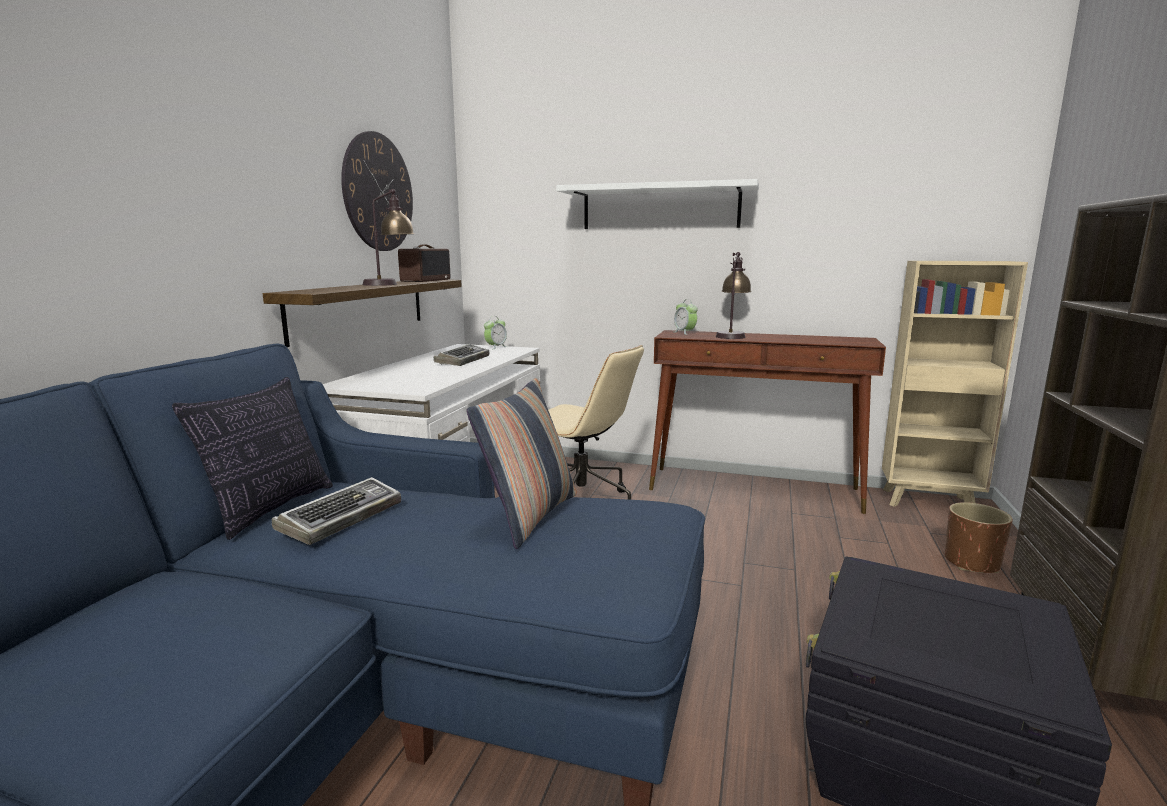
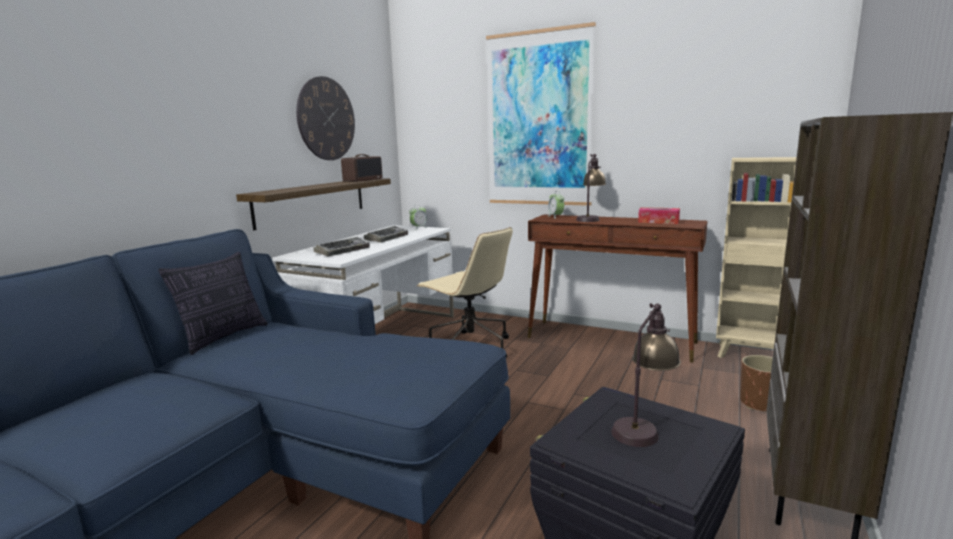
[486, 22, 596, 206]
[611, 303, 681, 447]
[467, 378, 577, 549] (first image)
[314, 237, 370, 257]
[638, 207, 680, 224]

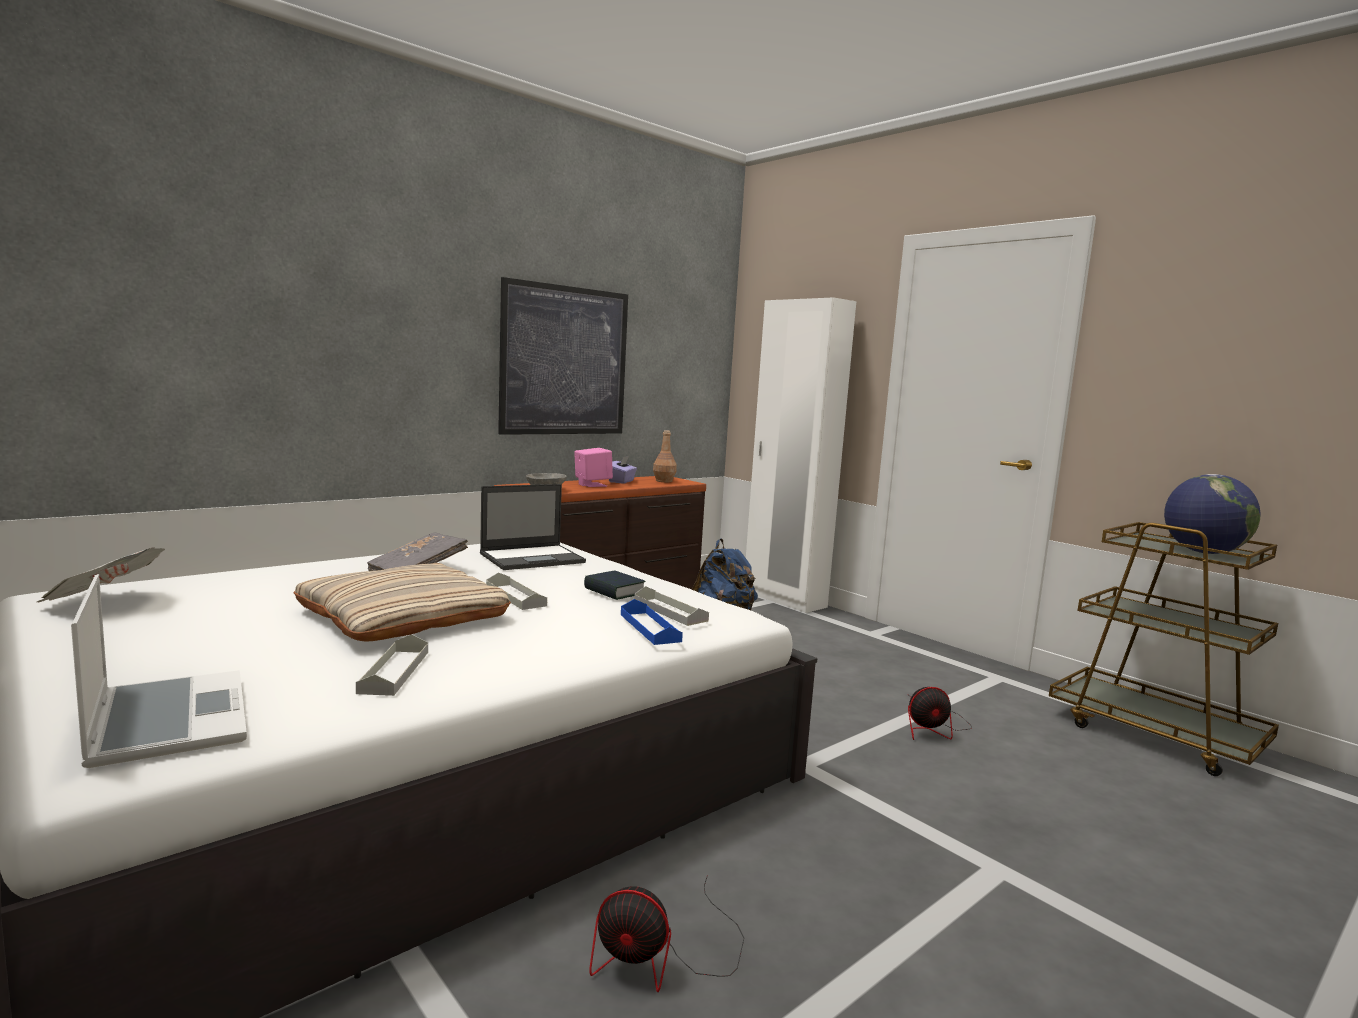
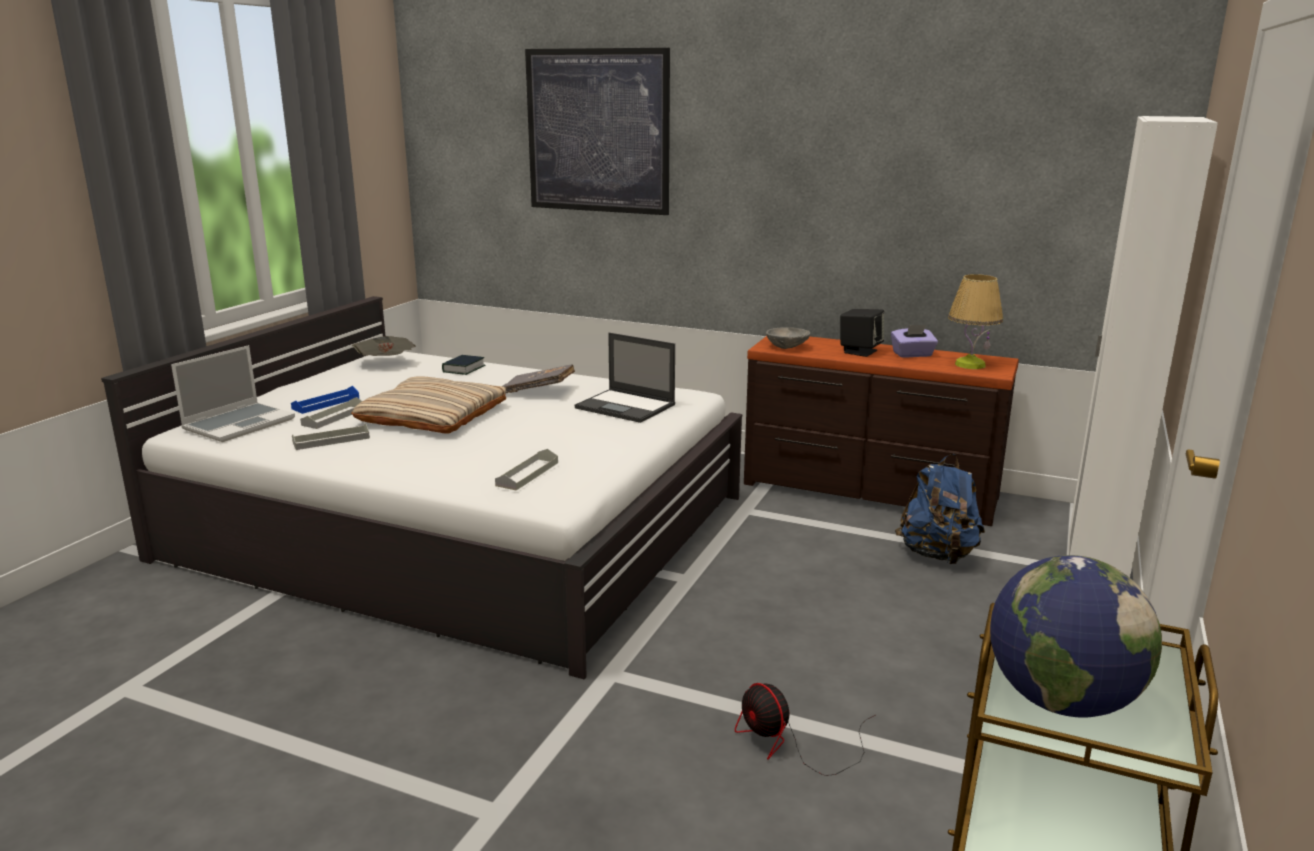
[525, 48, 670, 215]
[948, 274, 1003, 369]
[840, 309, 884, 357]
[442, 355, 485, 375]
[300, 397, 362, 429]
[291, 386, 359, 414]
[589, 875, 744, 992] (first image)

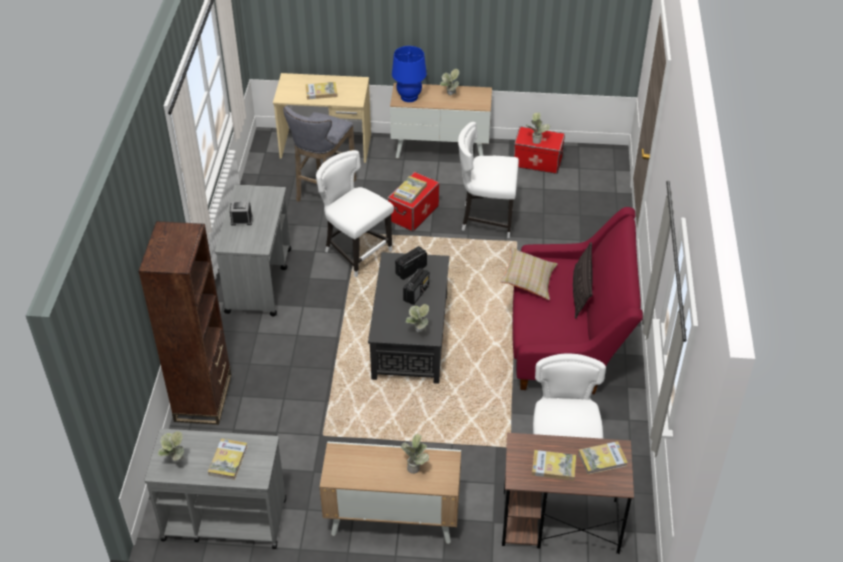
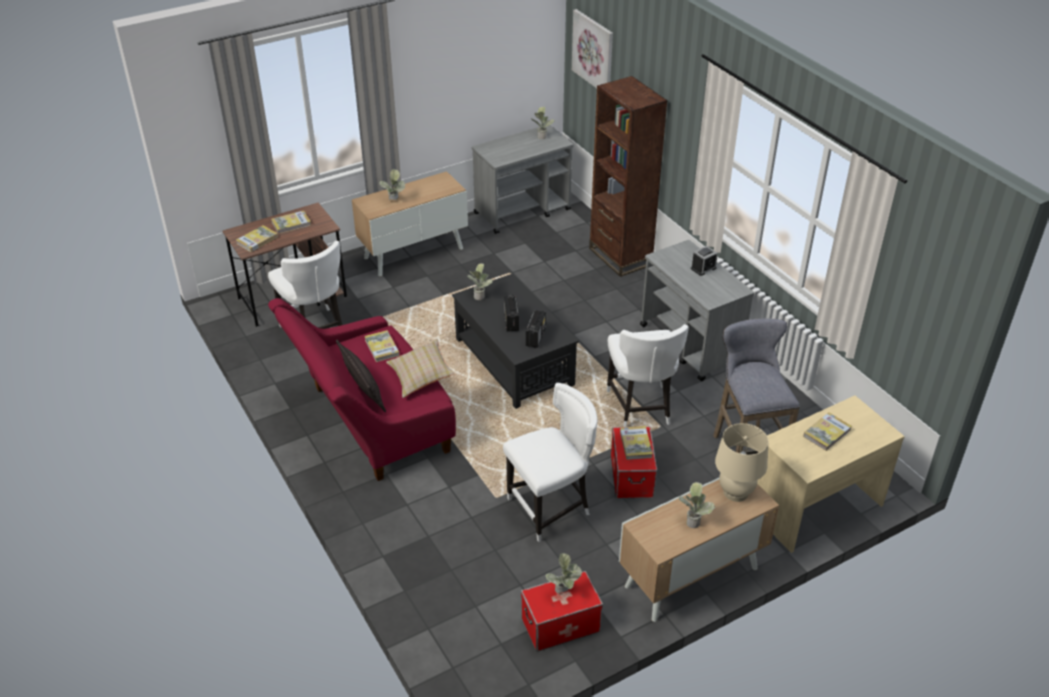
[715, 423, 768, 502]
[607, 324, 689, 427]
[364, 330, 400, 362]
[572, 9, 613, 88]

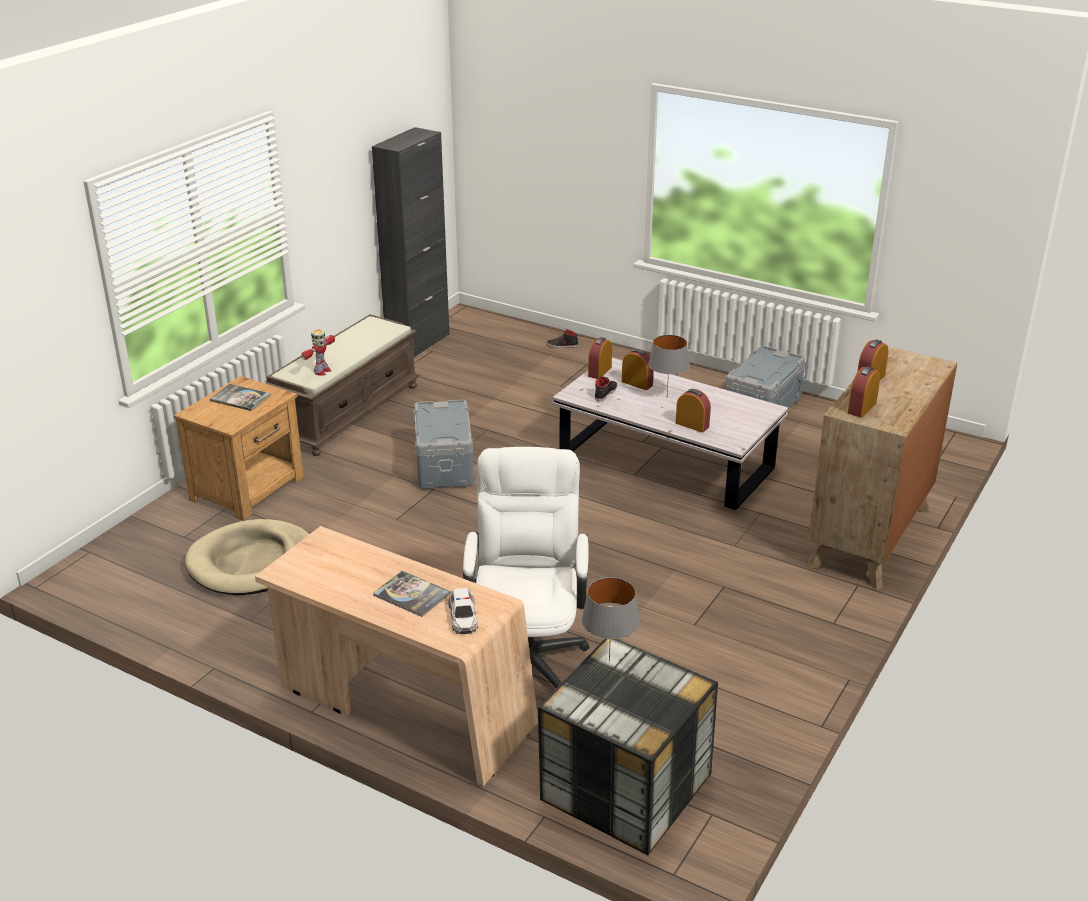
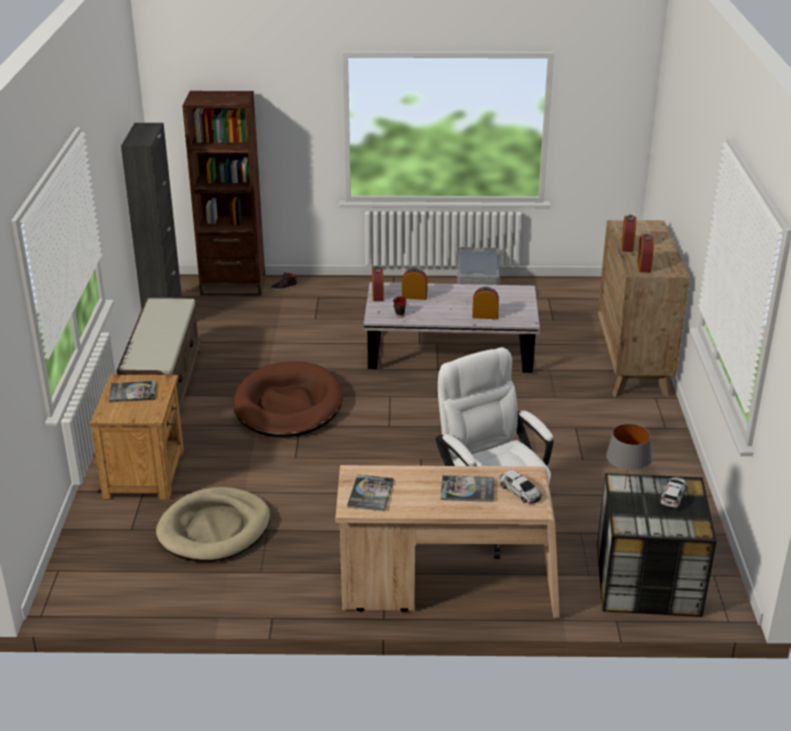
[301, 330, 335, 376] (first image)
[648, 335, 690, 395] (first image)
[233, 361, 343, 438]
[182, 91, 266, 296]
[347, 475, 394, 511]
[660, 477, 688, 509]

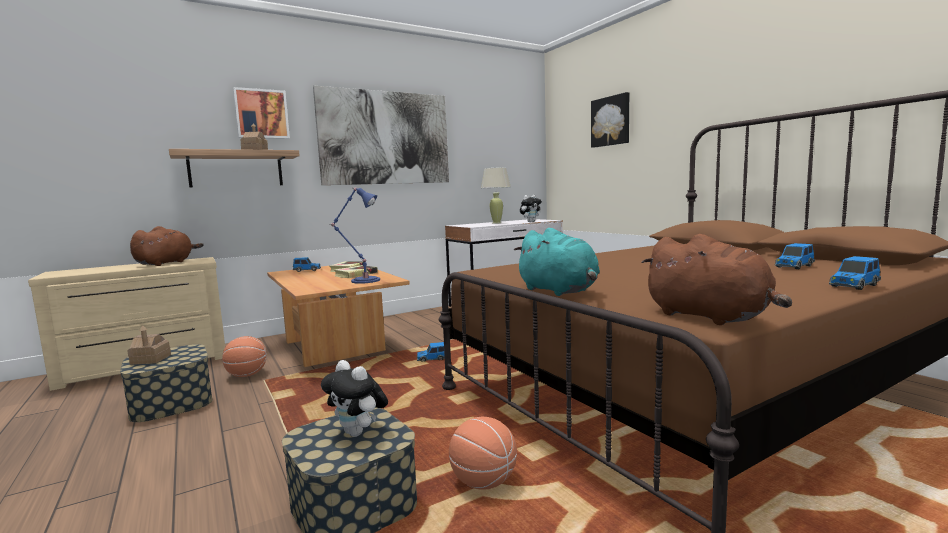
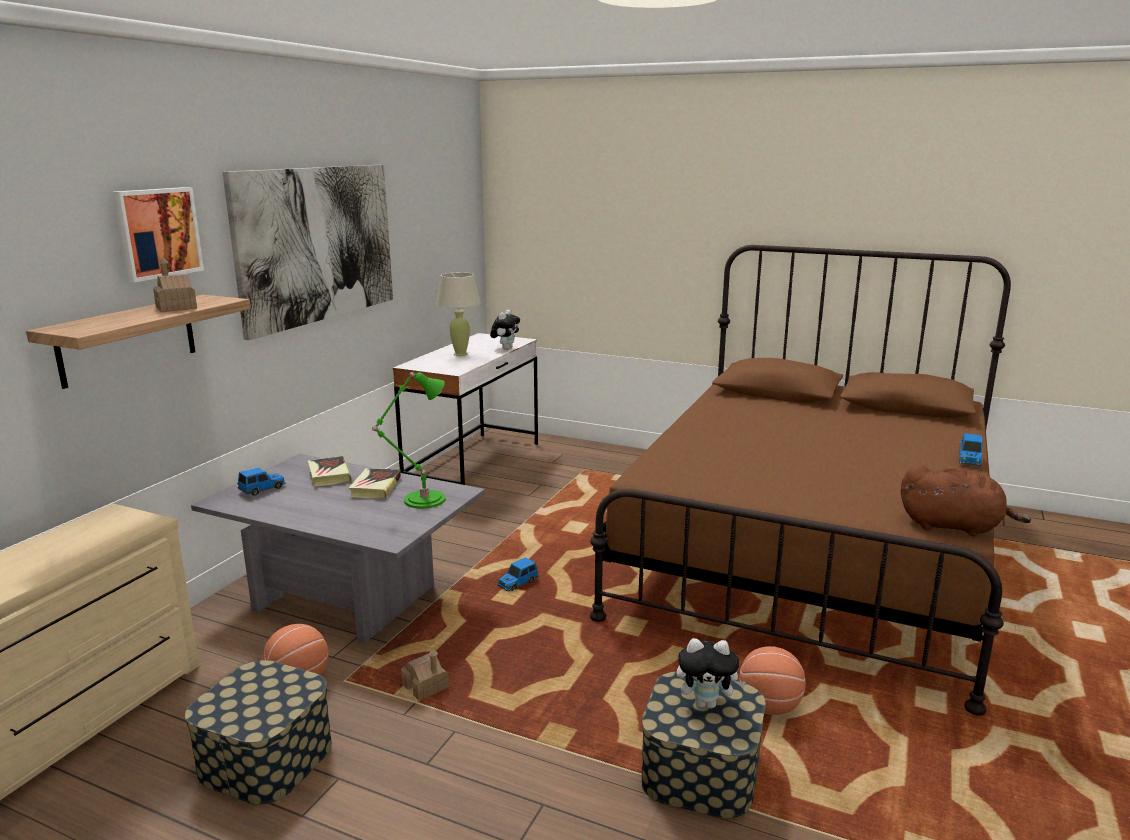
[591, 92, 630, 148] (first image)
[372, 372, 446, 509]
[130, 226, 204, 266] (first image)
[514, 228, 600, 296] (first image)
[775, 243, 815, 269] (first image)
[191, 454, 485, 643]
[401, 649, 448, 701]

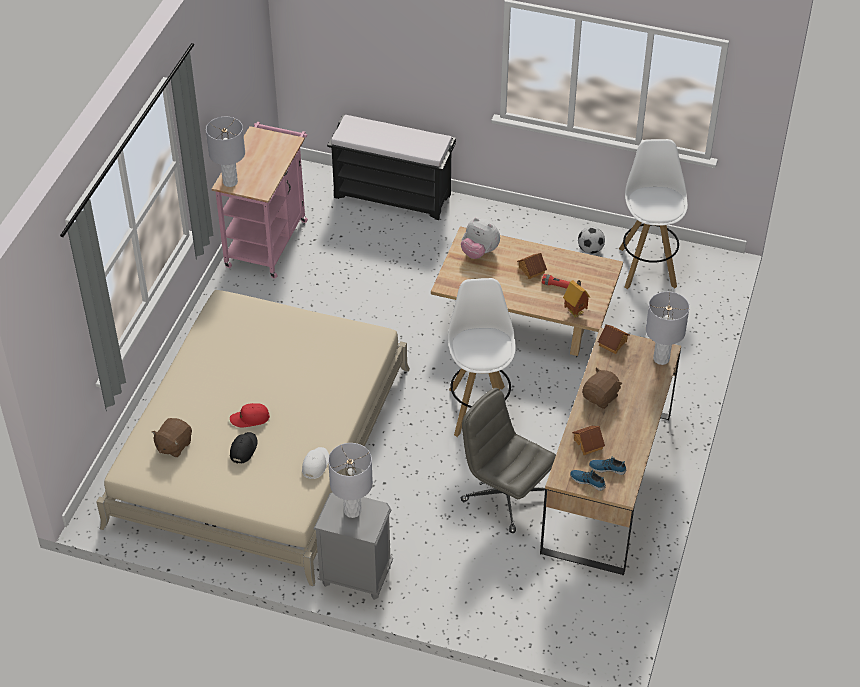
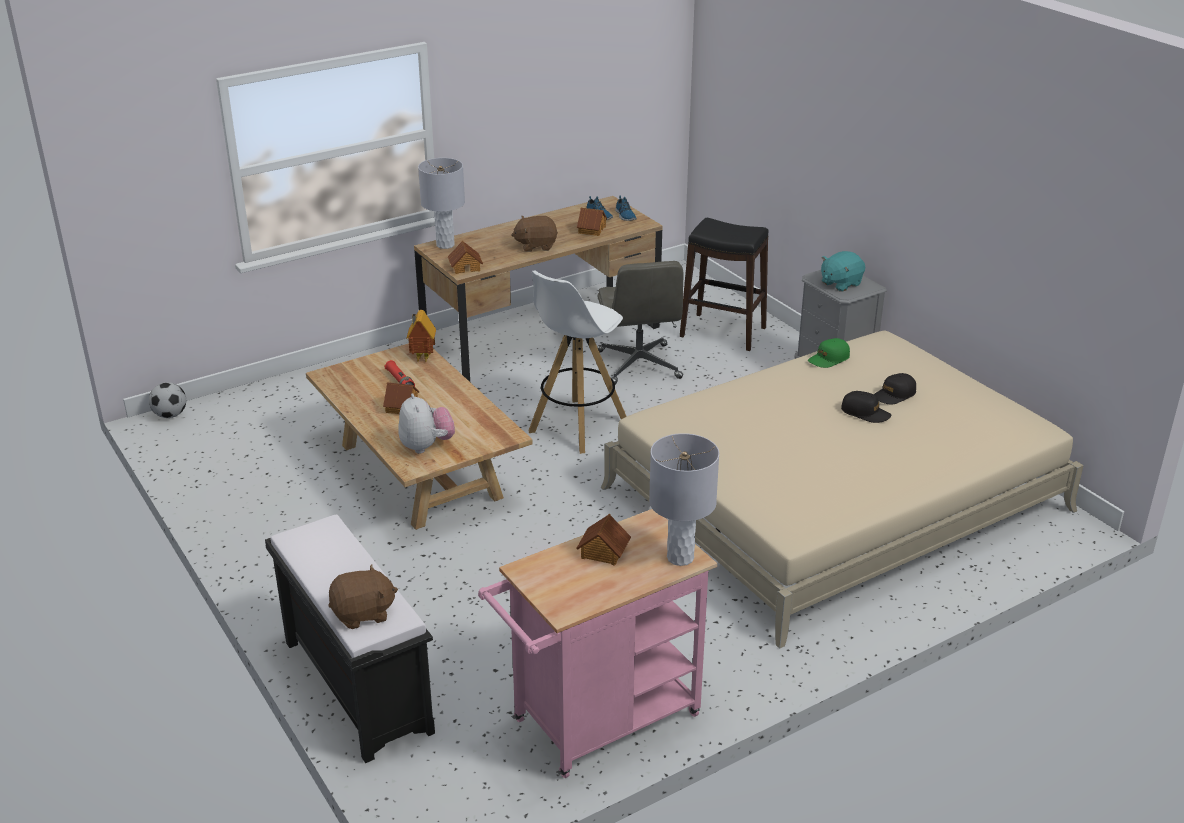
[619, 139, 688, 289] (first image)
[149, 382, 186, 418]
[841, 391, 892, 423]
[329, 564, 398, 629]
[821, 251, 865, 292]
[808, 338, 850, 368]
[680, 218, 769, 351]
[577, 514, 631, 566]

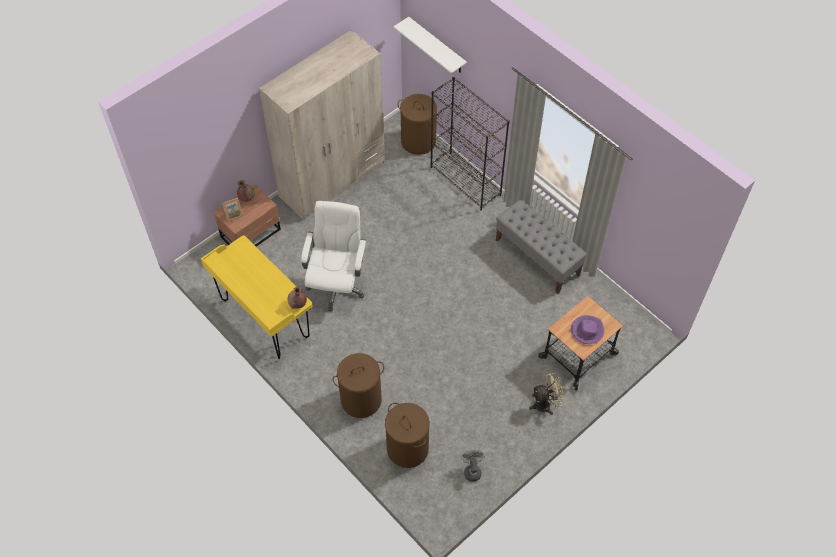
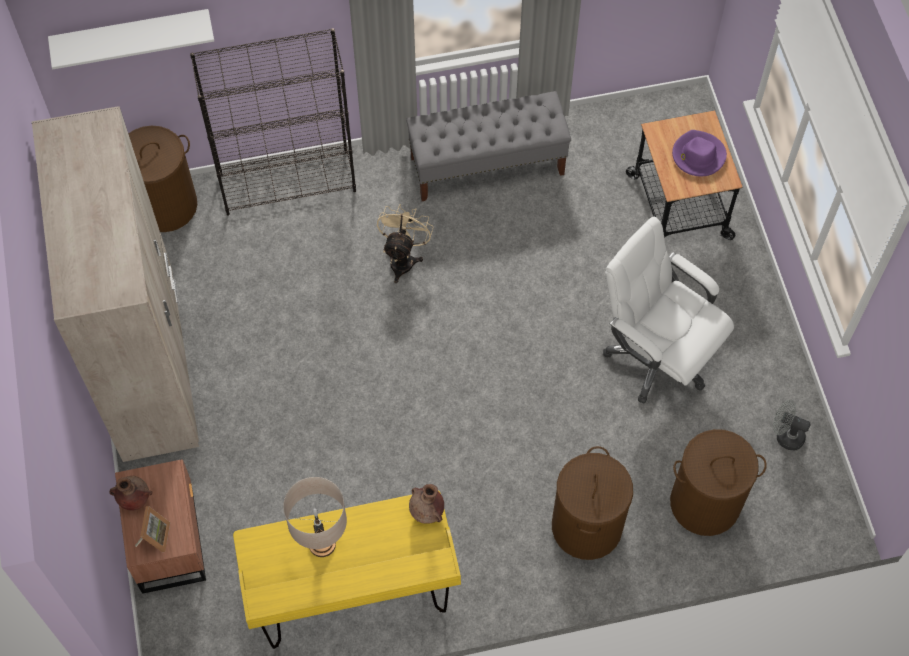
[603, 217, 734, 403]
[377, 204, 434, 283]
[283, 477, 347, 557]

